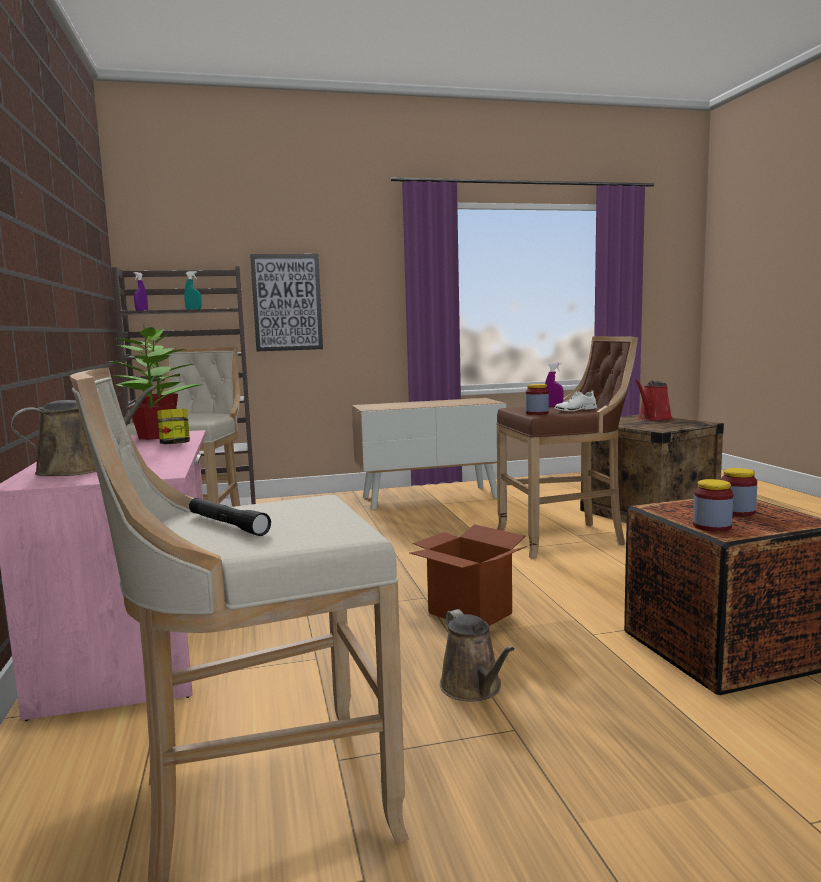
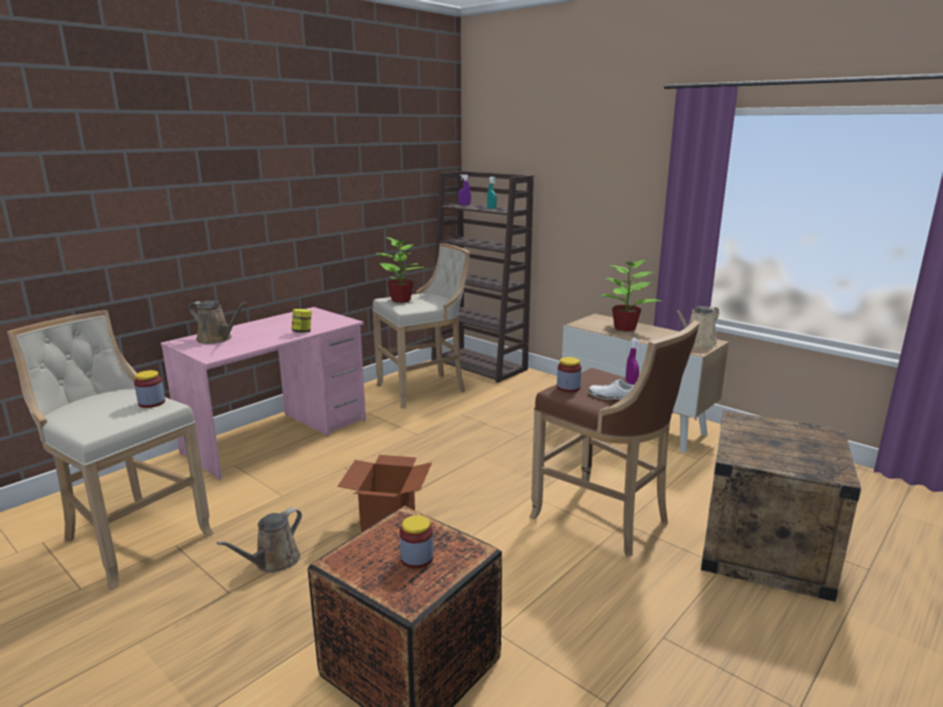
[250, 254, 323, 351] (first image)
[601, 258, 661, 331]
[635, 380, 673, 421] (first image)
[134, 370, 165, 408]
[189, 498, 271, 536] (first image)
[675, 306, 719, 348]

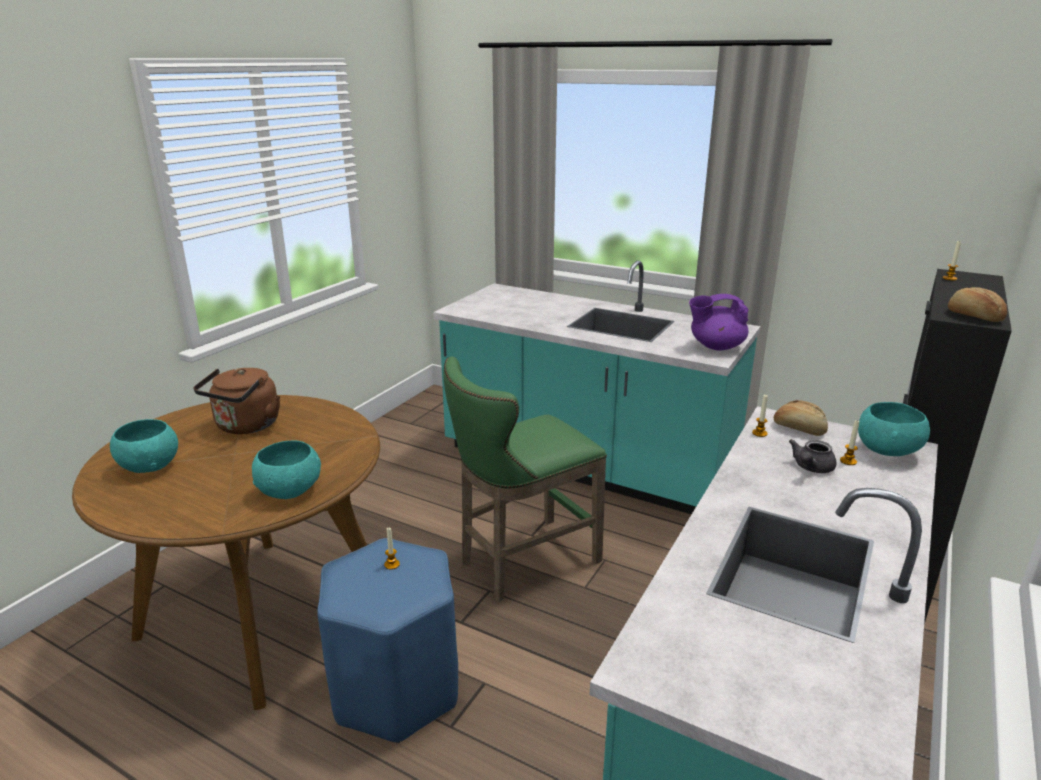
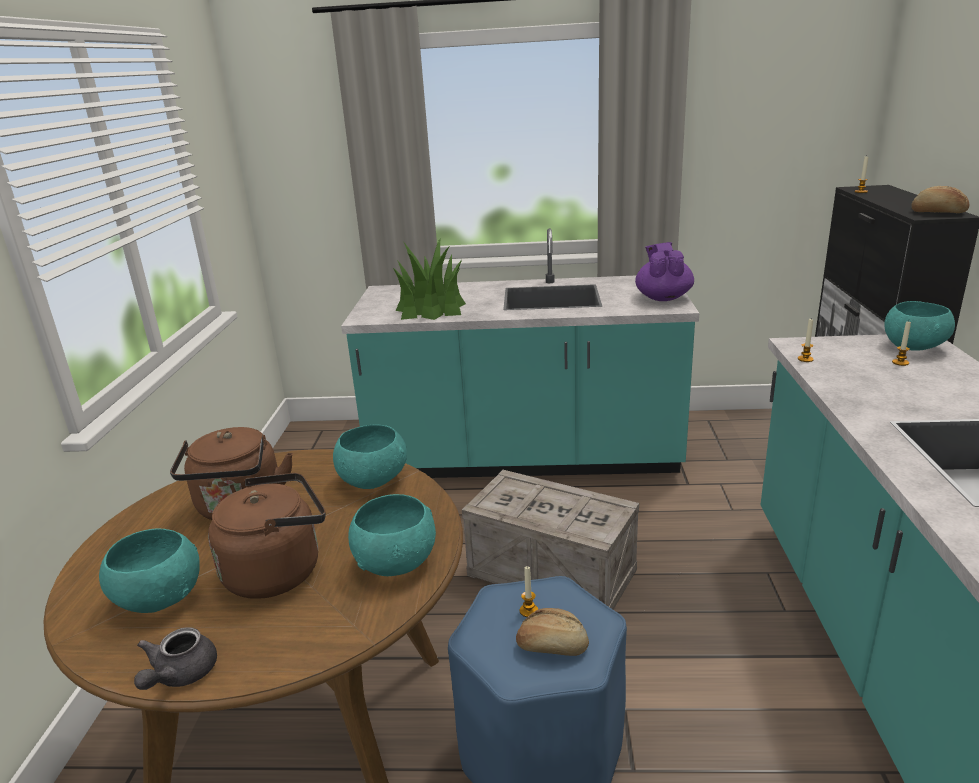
[635, 242, 694, 301]
[462, 470, 639, 610]
[516, 608, 589, 656]
[134, 627, 217, 690]
[393, 239, 466, 320]
[333, 424, 407, 489]
[208, 473, 326, 599]

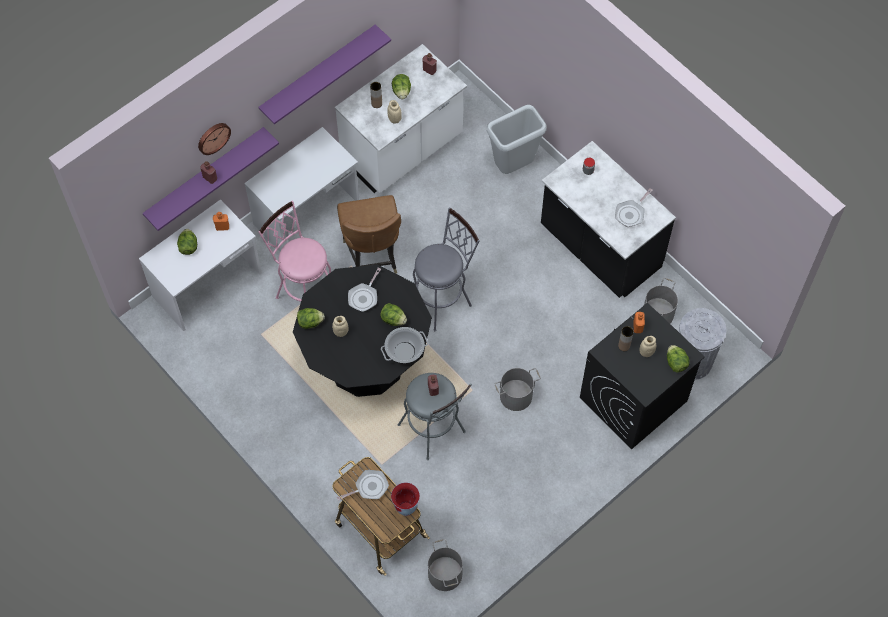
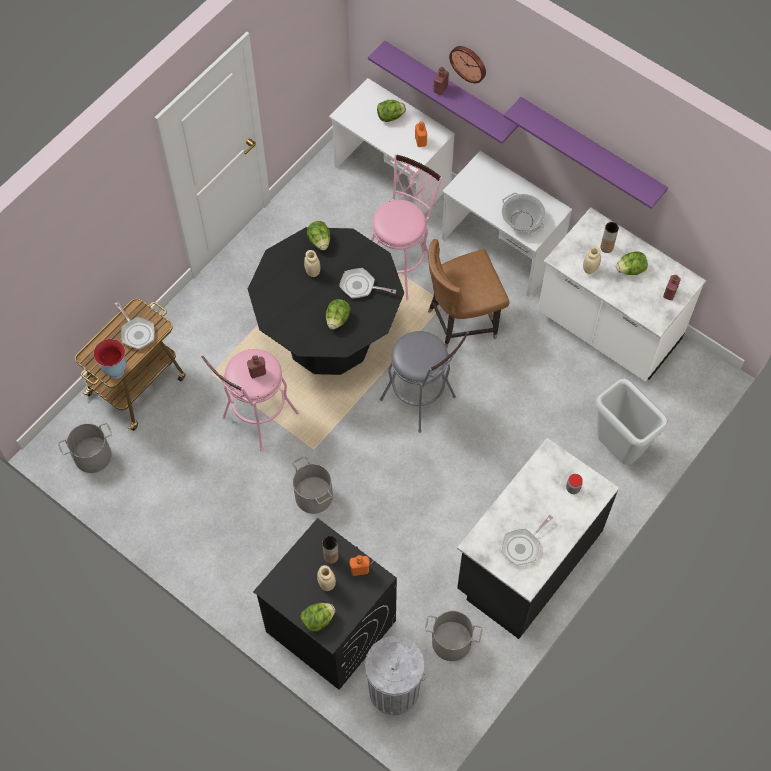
[501, 515, 553, 565]
[502, 193, 545, 235]
[200, 349, 299, 451]

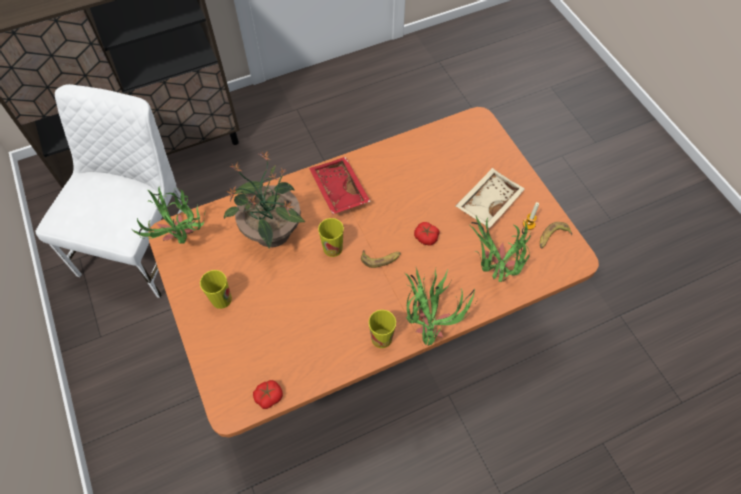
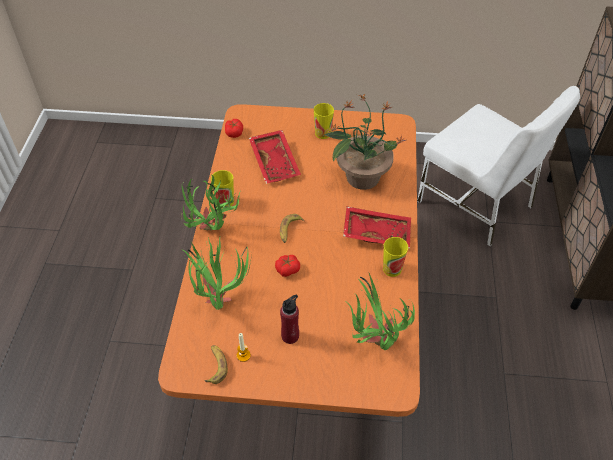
[280, 295, 299, 344]
[345, 273, 415, 350]
[383, 237, 408, 277]
[249, 130, 301, 184]

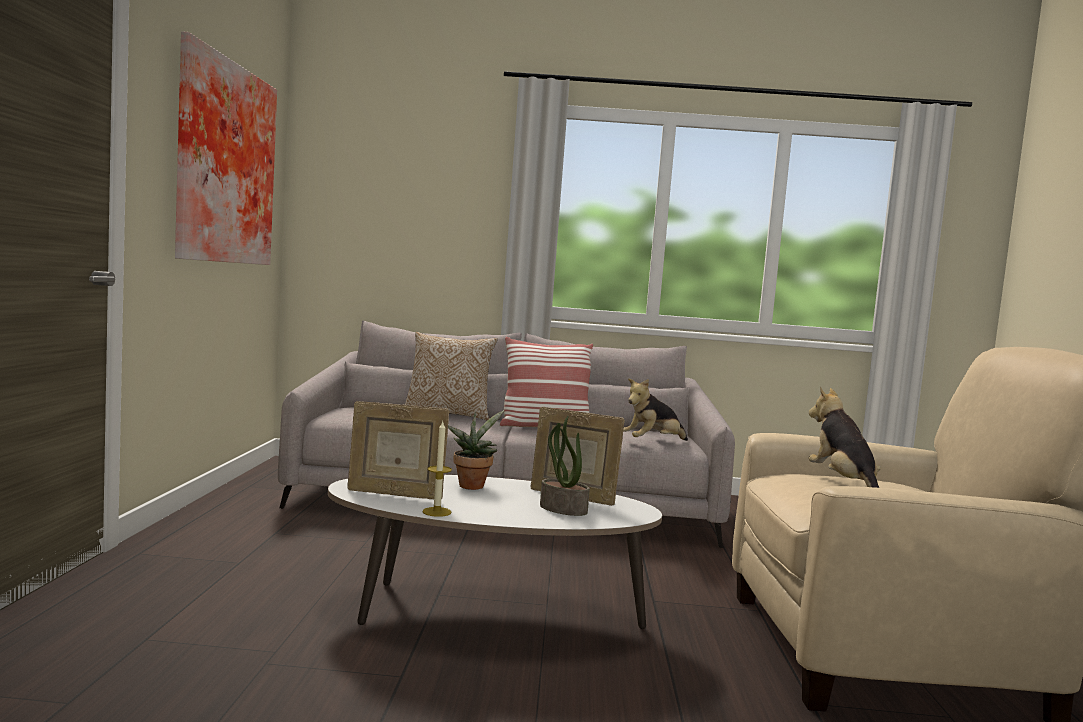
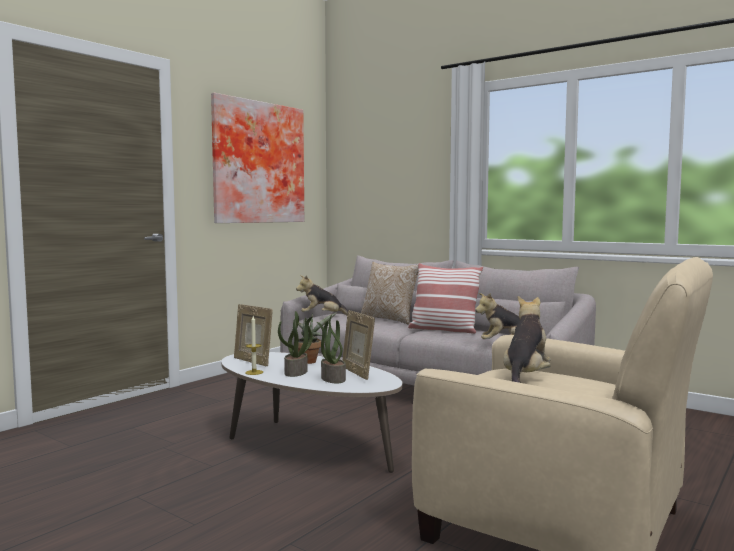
[296, 275, 348, 315]
[278, 311, 313, 377]

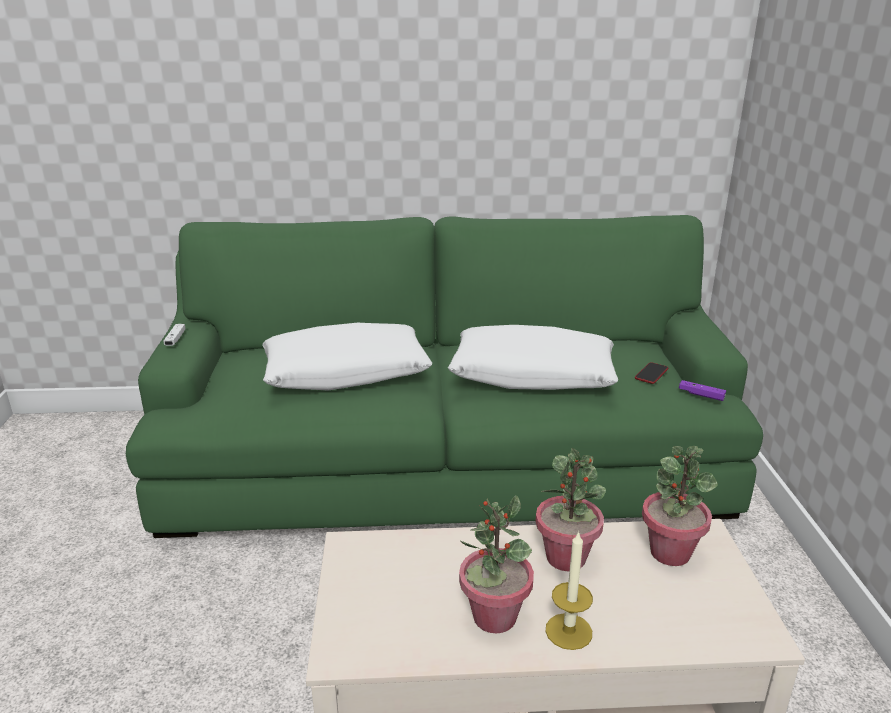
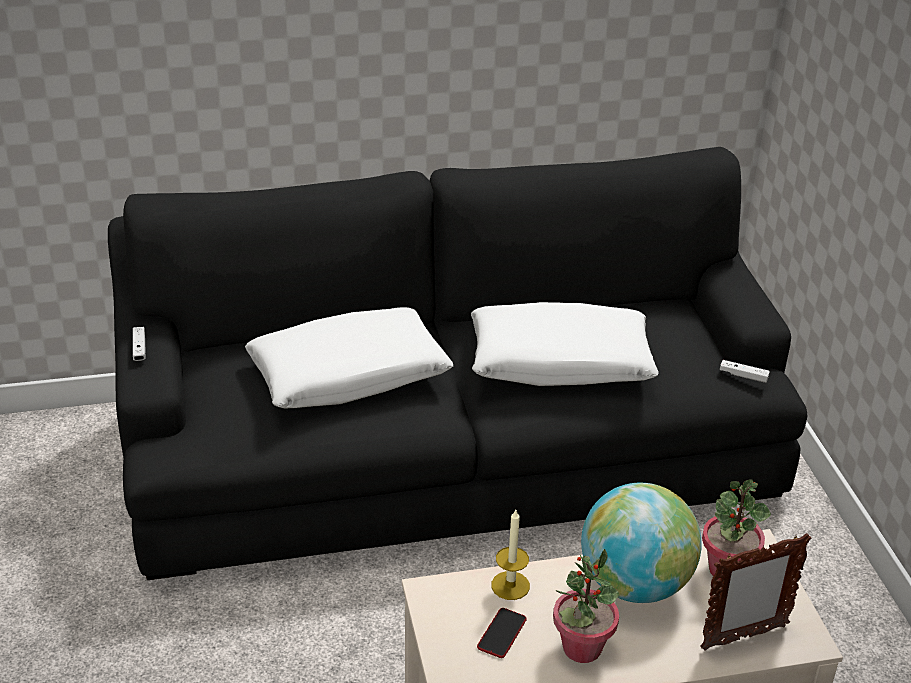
[108, 147, 807, 580]
[477, 608, 527, 658]
[720, 360, 770, 383]
[581, 483, 702, 603]
[491, 510, 530, 600]
[700, 533, 811, 651]

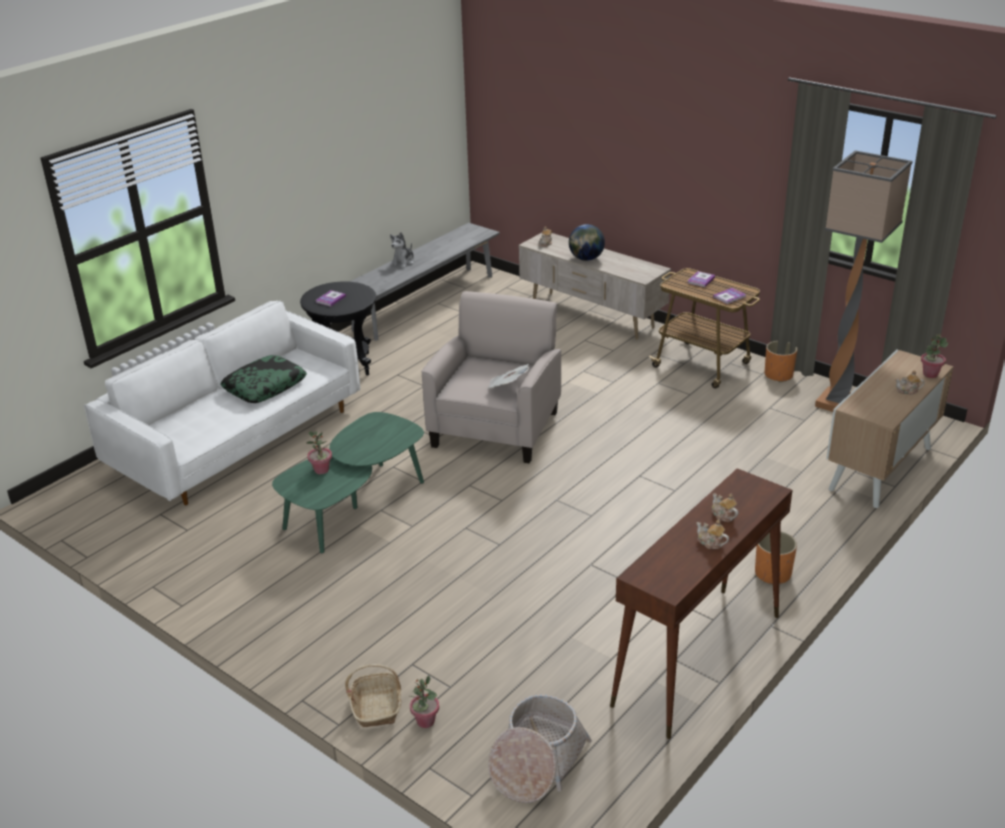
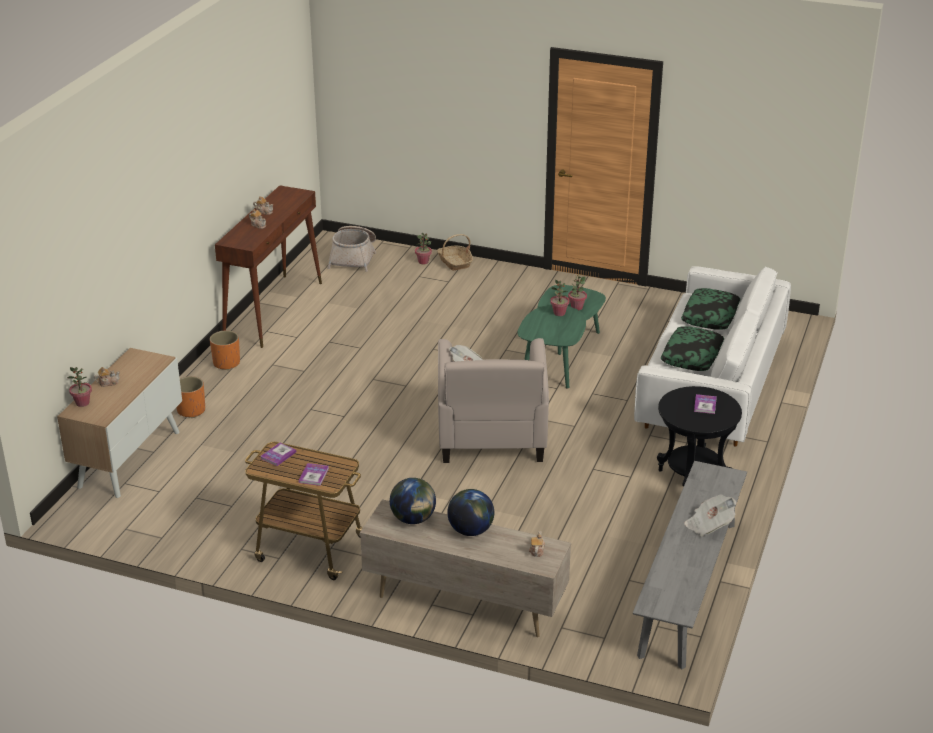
[815, 150, 913, 412] (first image)
[685, 494, 737, 536]
[176, 376, 205, 418]
[550, 280, 570, 316]
[681, 288, 740, 330]
[390, 478, 436, 524]

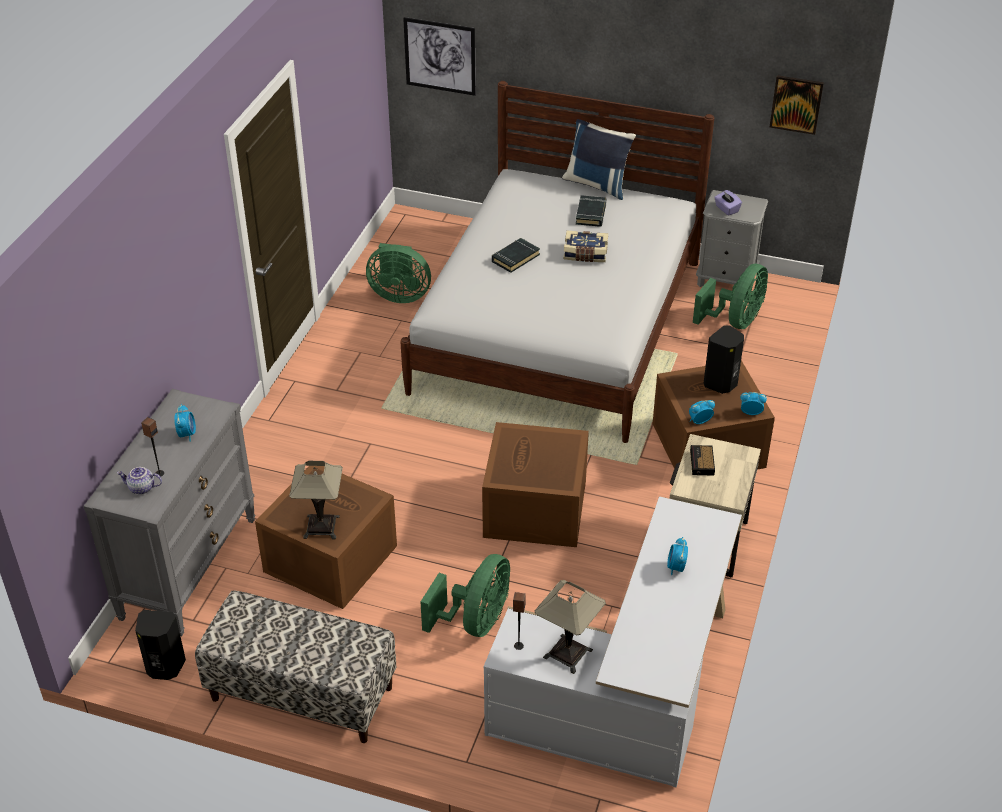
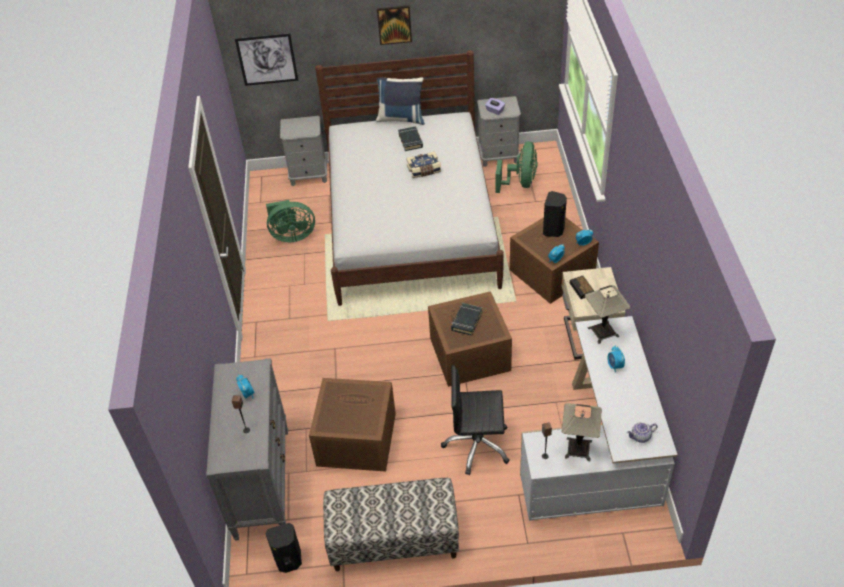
[377, 5, 412, 45]
[451, 303, 482, 336]
[585, 285, 630, 344]
[627, 422, 657, 443]
[441, 365, 510, 475]
[280, 116, 327, 186]

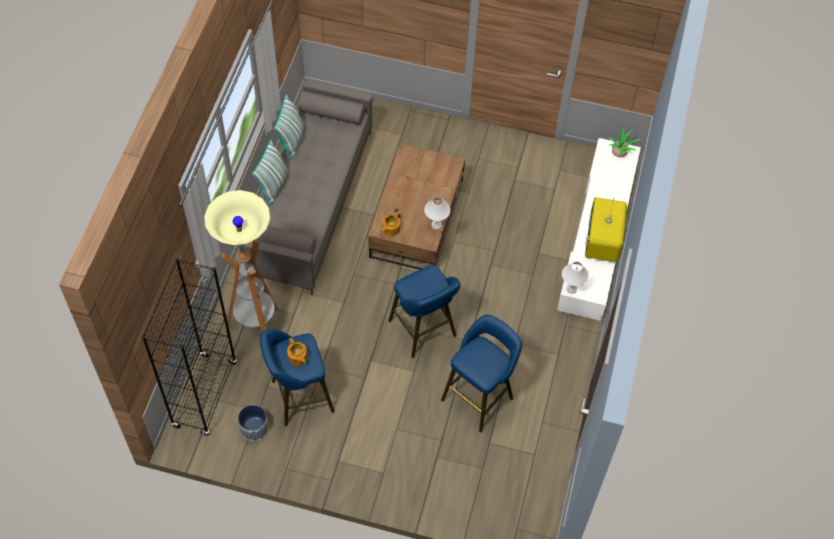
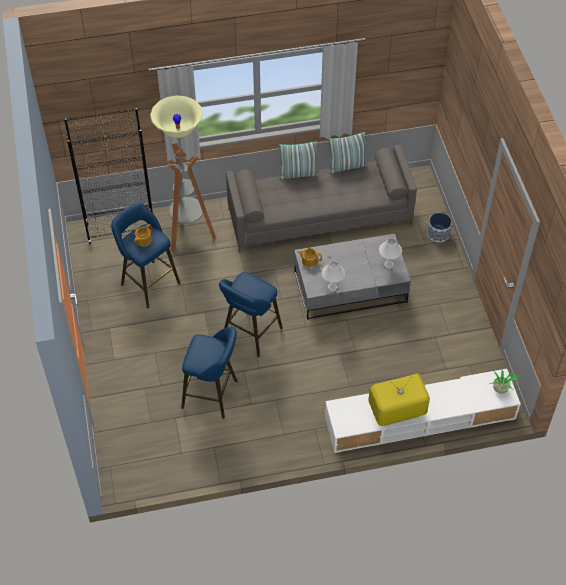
[294, 234, 411, 320]
[379, 238, 402, 269]
[427, 213, 452, 242]

